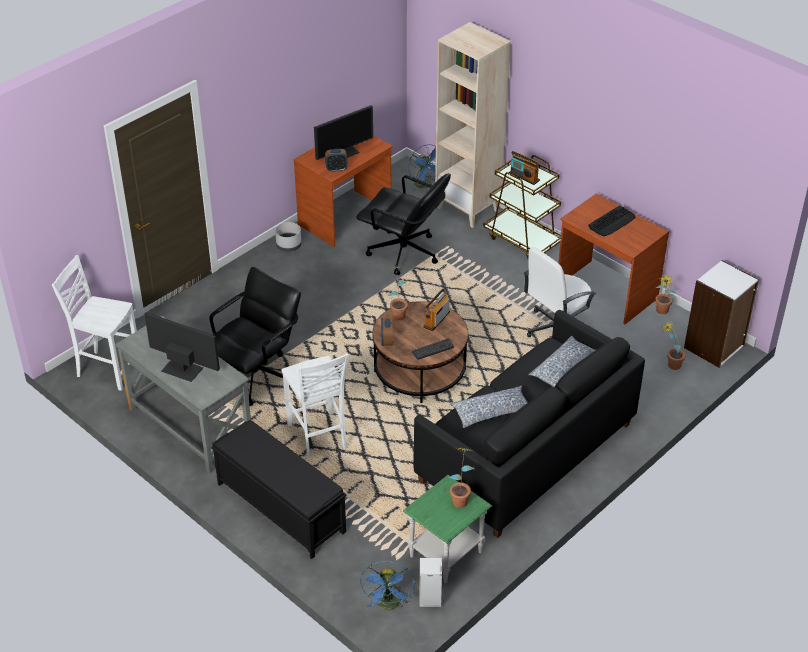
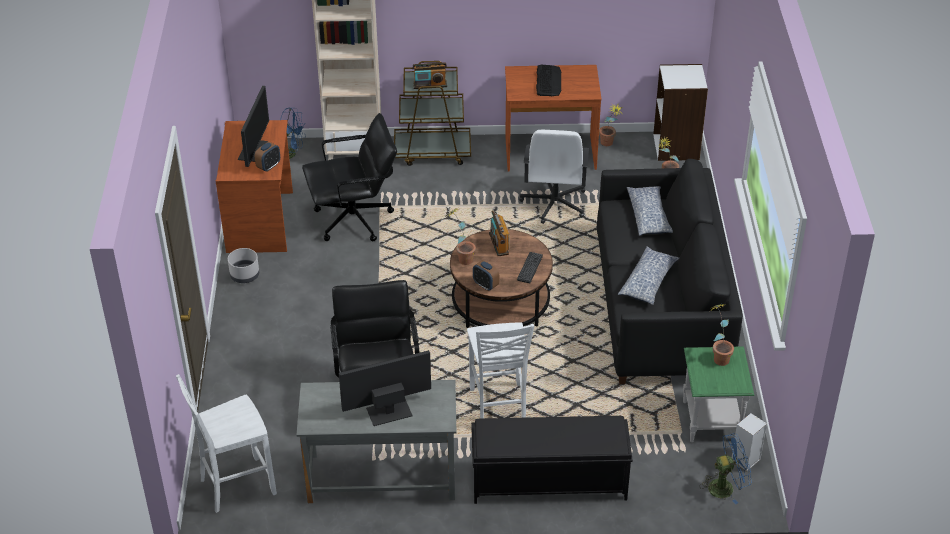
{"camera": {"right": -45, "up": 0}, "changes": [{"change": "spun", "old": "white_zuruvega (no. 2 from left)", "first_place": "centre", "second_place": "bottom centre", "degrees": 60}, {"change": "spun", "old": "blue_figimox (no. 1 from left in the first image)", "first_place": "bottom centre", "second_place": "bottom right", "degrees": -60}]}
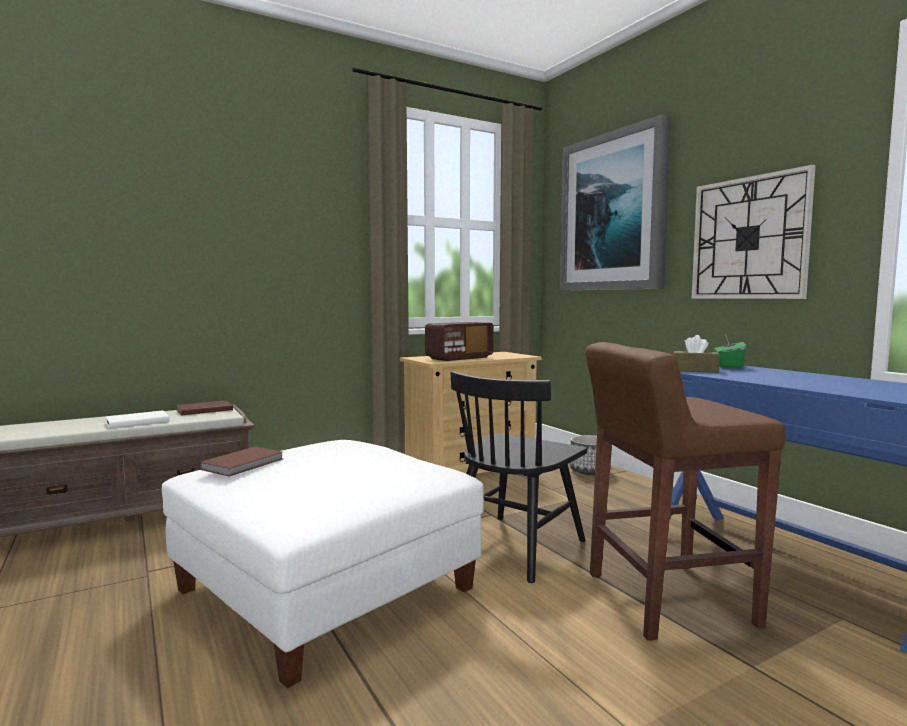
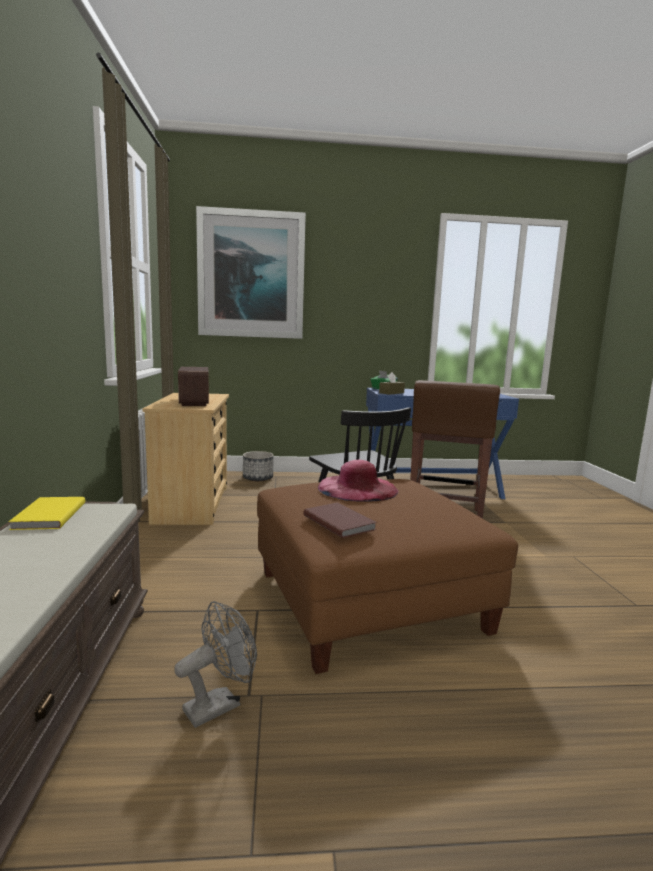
{"camera": {"right": -65, "up": 5}, "changes": [{"change": "colour", "old": "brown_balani (no. 1 from left)", "new": "yellow_balani", "first_place": "middle left", "second_place": "middle left"}, {"change": "appeared", "new": "grey_figimox", "second_place": "bottom left"}, {"change": "colour", "old": "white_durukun", "new": "brown_durukun", "first_place": "bottom centre", "second_place": "centre"}, {"change": "appeared", "new": "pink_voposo", "second_place": "centre"}, {"change": "missing", "old": "white_balani", "first_place": "middle left"}, {"change": "missing", "old": "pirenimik", "first_place": "top right"}]}
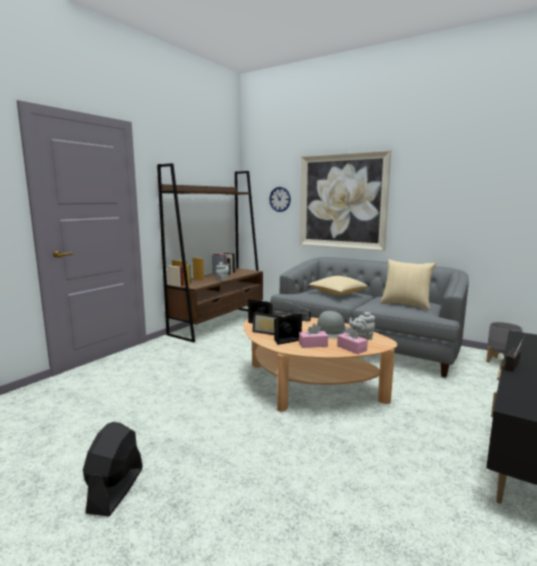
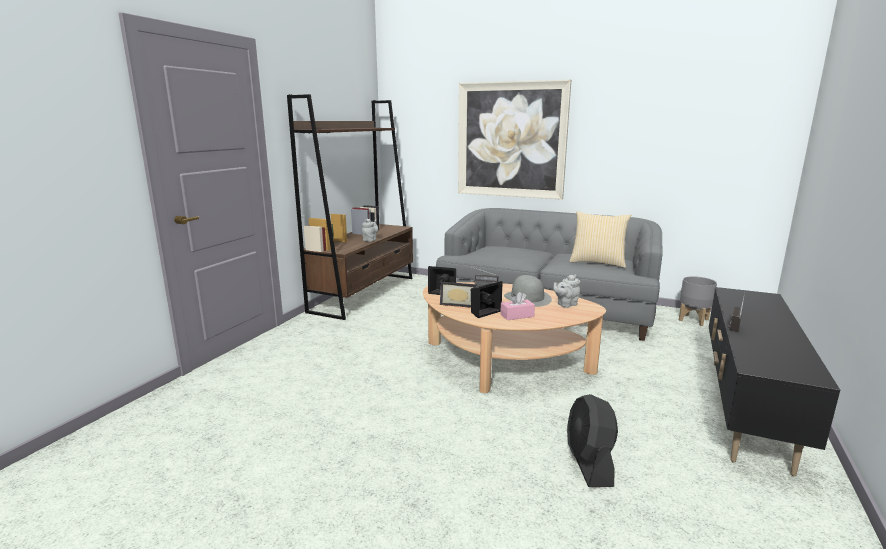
{"camera": {"right": -10, "up": 5}, "changes": [{"change": "relocated", "old": "black_figimox", "first_place": "bottom left", "second_place": "bottom right"}, {"change": "missing", "old": "pirenimik", "first_place": "centre"}, {"change": "missing", "old": "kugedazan (no. 1 from left)", "first_place": "centre"}, {"change": "missing", "old": "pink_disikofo (no. 2 from left)", "first_place": "centre"}]}
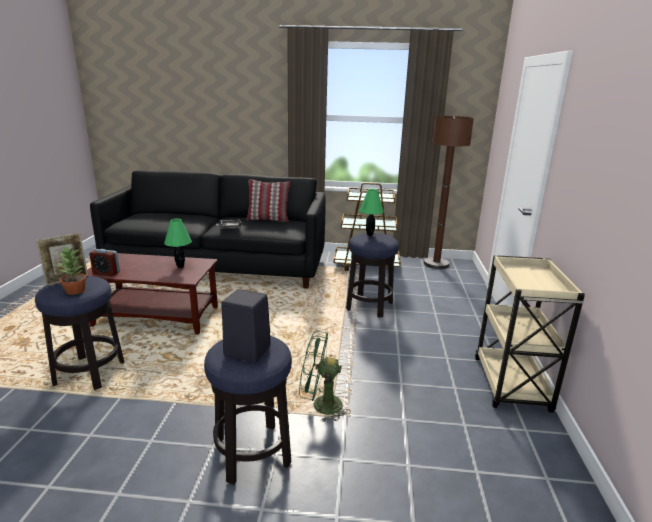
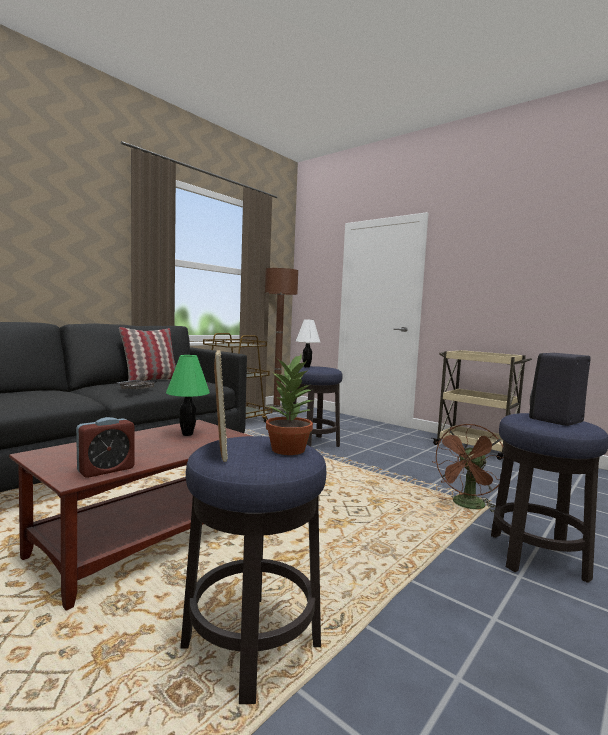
{"camera": {"right": -55, "up": -15}, "changes": [{"change": "colour", "old": "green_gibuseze (no. 2 from left)", "new": "white_gibuseze", "first_place": "centre", "second_place": "centre"}, {"change": "colour", "old": "green_figimox", "new": "brown_figimox", "first_place": "bottom centre", "second_place": "middle right"}]}
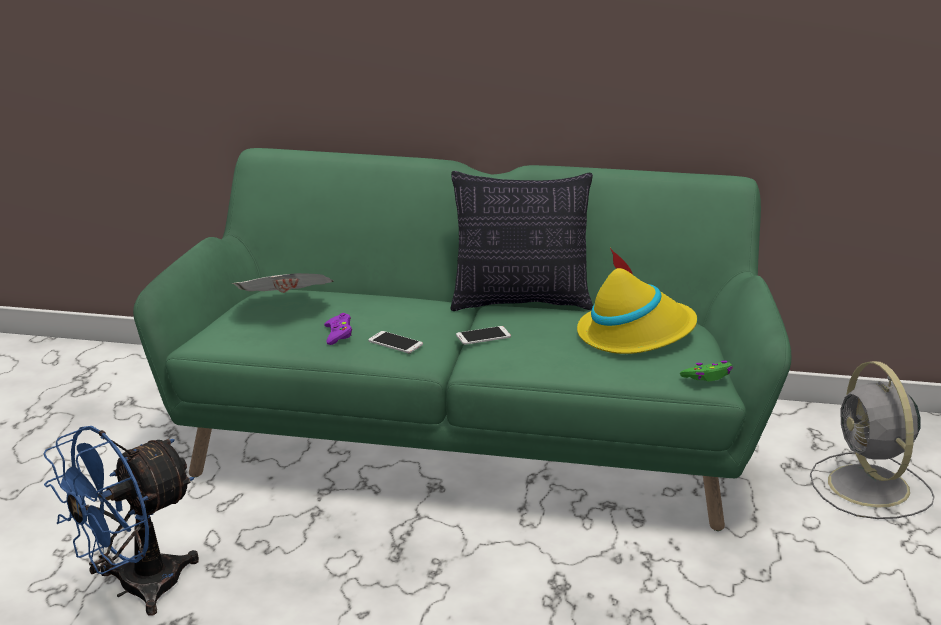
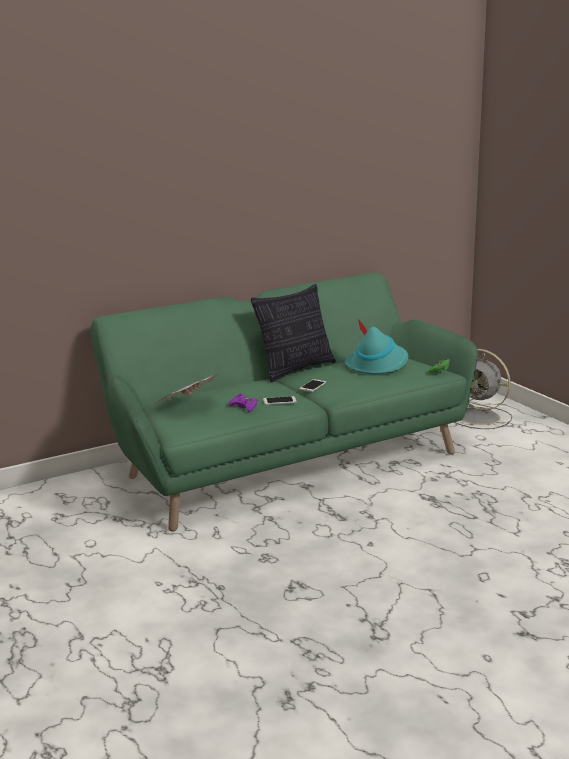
{"camera": {"right": -40, "up": -5}, "changes": [{"change": "colour", "old": "yellow_voposo", "new": "turquoise_voposo", "first_place": "middle right", "second_place": "centre"}, {"change": "missing", "old": "blue_figimox", "first_place": "bottom left"}]}
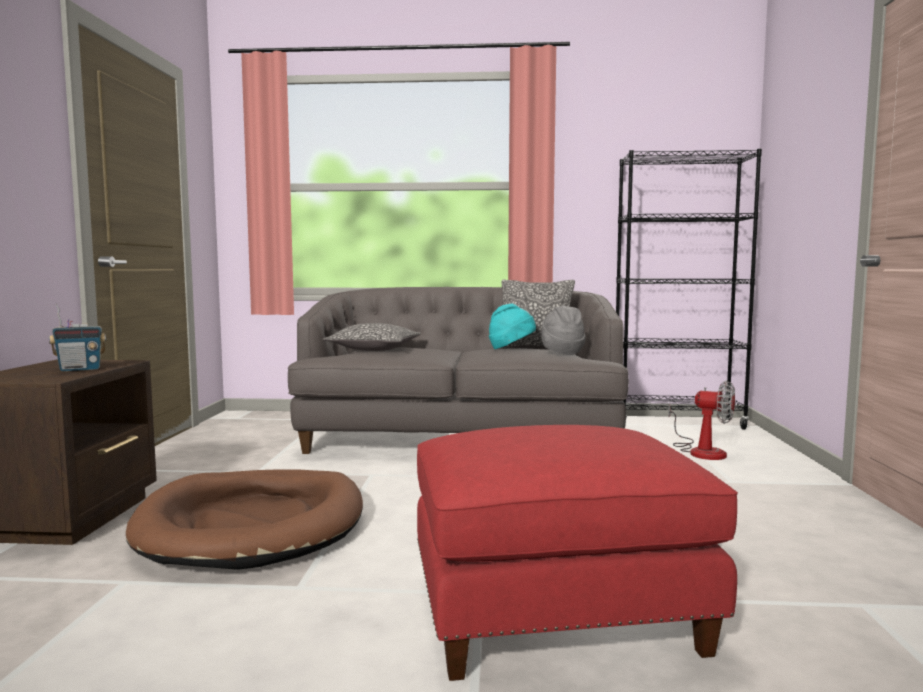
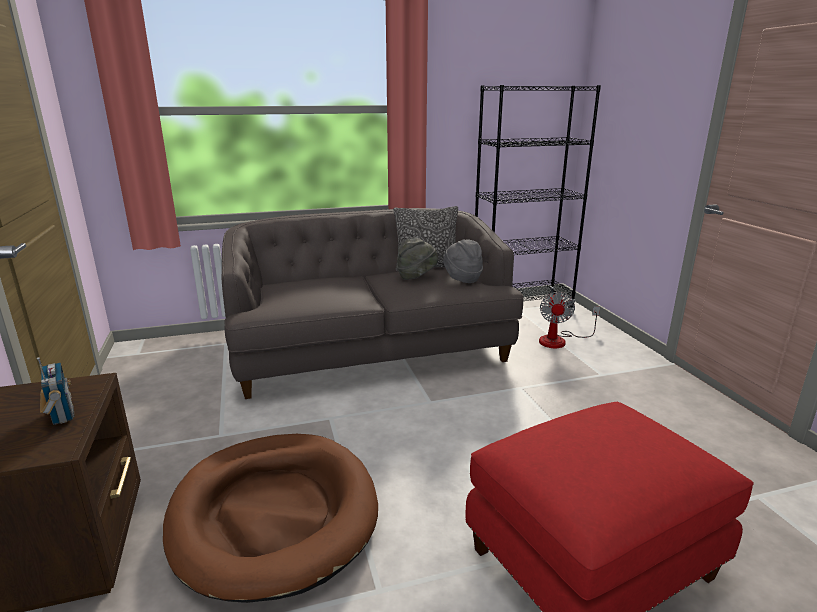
{"camera": {"right": -20, "up": 15}, "changes": [{"change": "spun", "old": "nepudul", "first_place": "middle left", "second_place": "middle left", "degrees": -75}, {"change": "colour", "old": "turquoise_voposo", "new": "grey_voposo (no. 1 from left)", "first_place": "centre", "second_place": "centre"}, {"change": "spun", "old": "figimox", "first_place": "middle right", "second_place": "middle right", "degrees": 90}, {"change": "missing", "old": "kugedazan (no. 1 from left)", "first_place": "centre"}]}
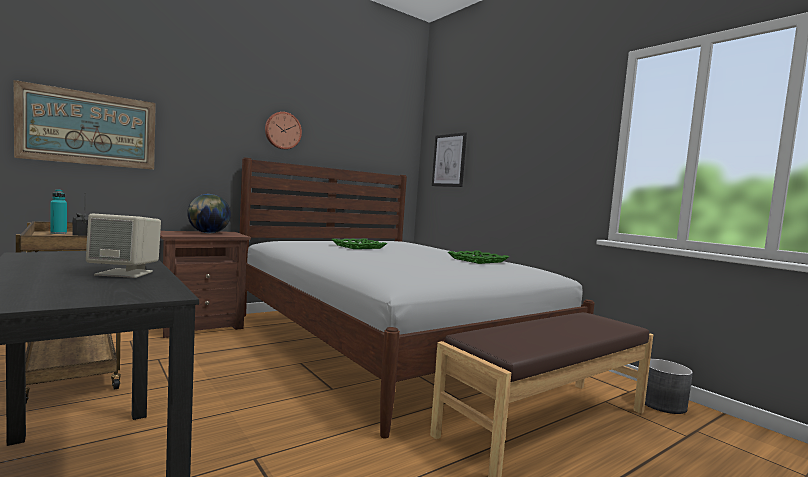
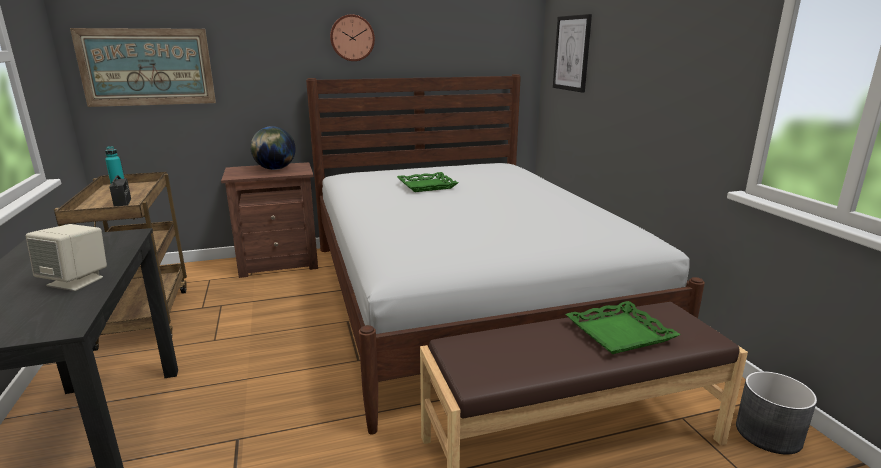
{"camera": {"right": 20, "up": 15}, "changes": [{"change": "relocated", "old": "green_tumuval (no. 2 from left)", "first_place": "centre", "second_place": "bottom right"}]}
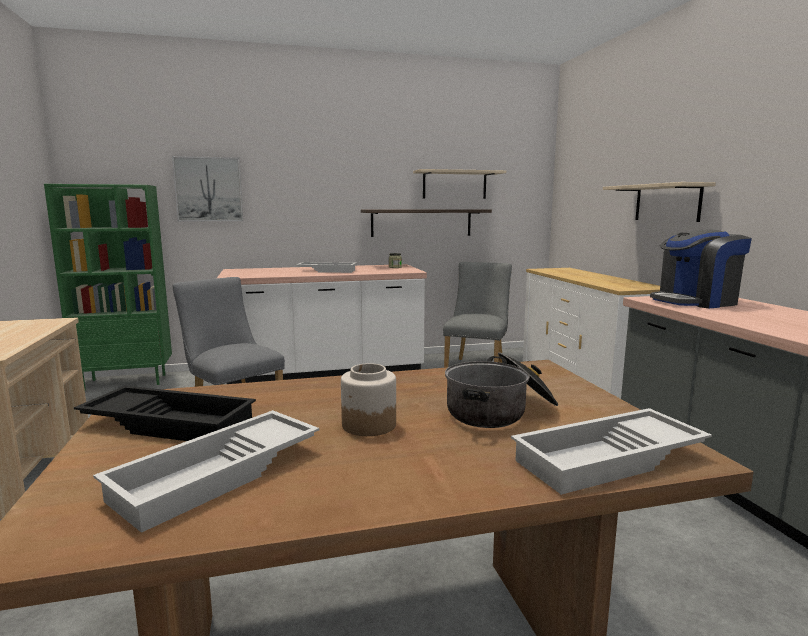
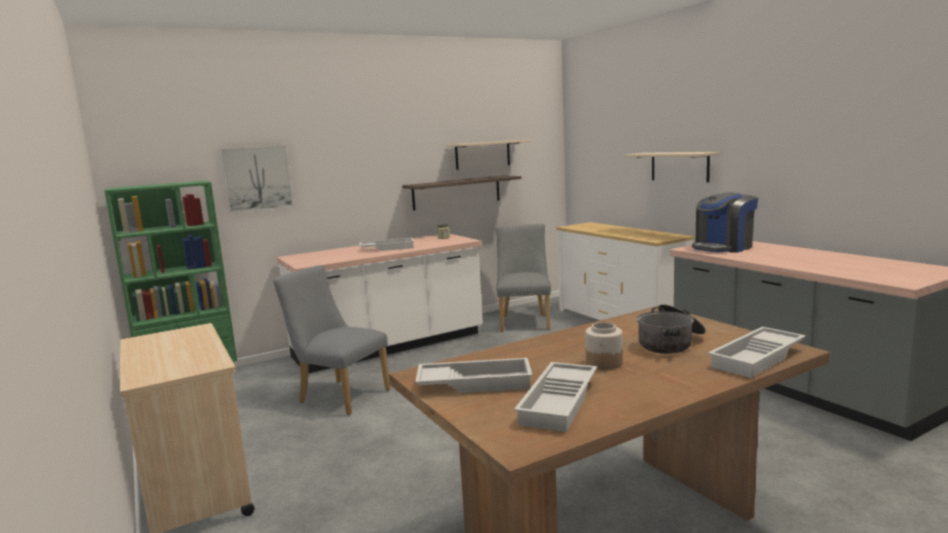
{"camera": {"right": -15, "up": 0}, "changes": [{"change": "colour", "old": "black_tumuval", "new": "white_tumuval (no. 2 from left)", "first_place": "middle left", "second_place": "bottom centre"}]}
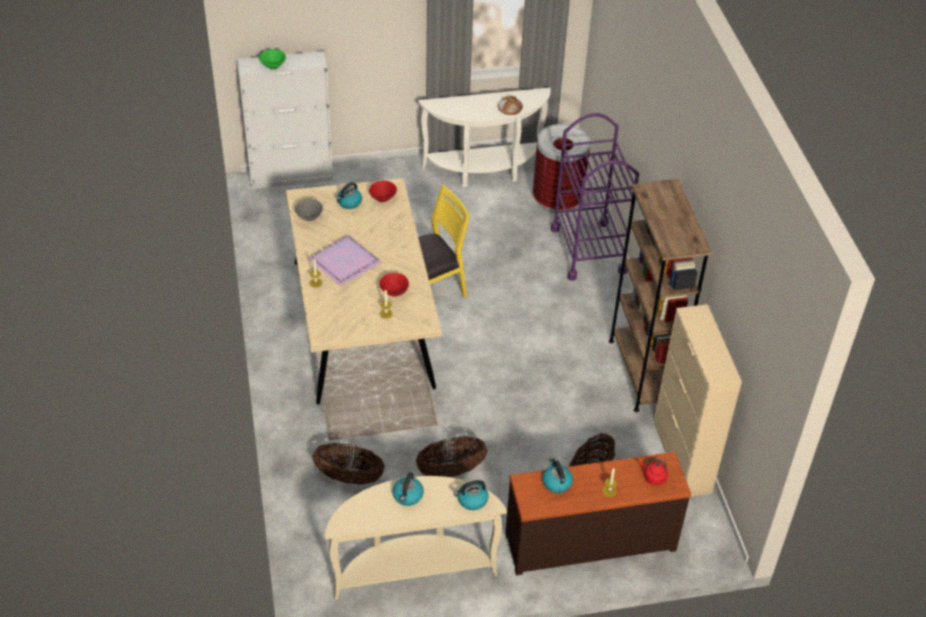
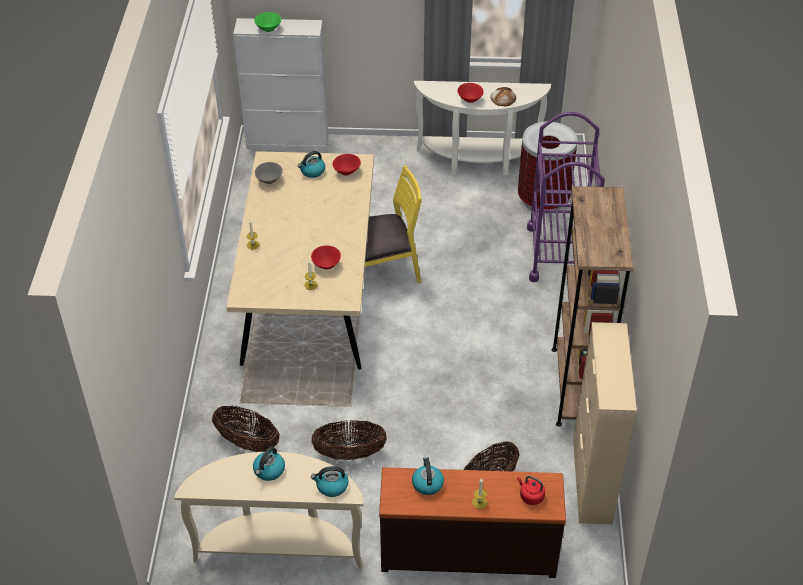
{"camera": {"right": 15, "up": 0}, "changes": [{"change": "appeared", "new": "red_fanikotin (no. 3 from left)", "second_place": "top centre"}, {"change": "missing", "old": "purple_tumuval", "first_place": "centre"}]}
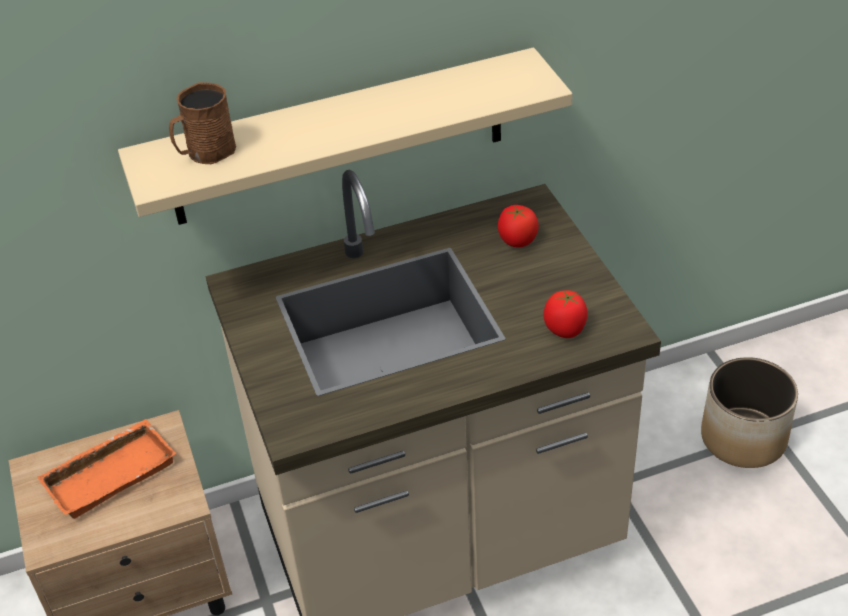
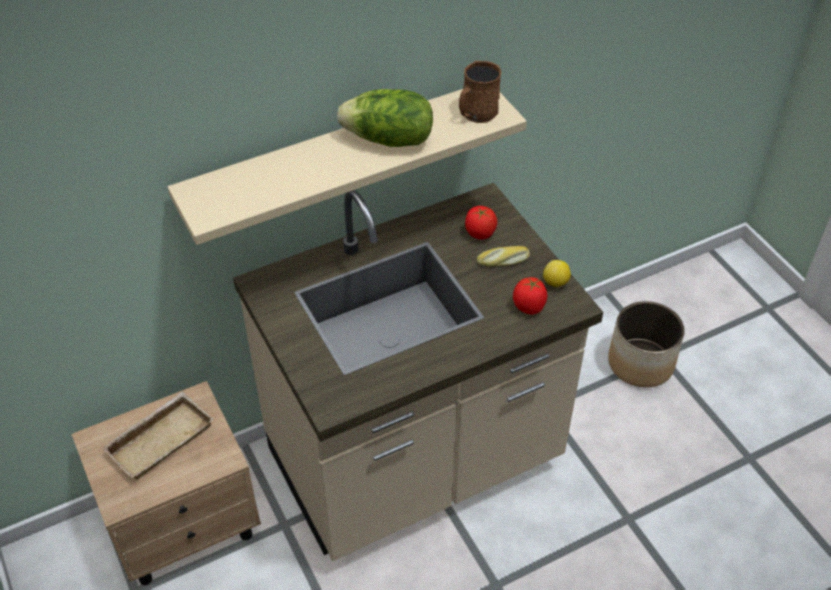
{"camera": {"right": -10, "up": 5}, "changes": [{"change": "colour", "old": "orange_tumuval", "new": "beige_tumuval", "first_place": "bottom left", "second_place": "bottom left"}, {"change": "appeared", "new": "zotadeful", "second_place": "top centre"}, {"change": "relocated", "old": "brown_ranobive", "first_place": "top left", "second_place": "top centre"}, {"change": "appeared", "new": "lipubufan", "second_place": "centre"}, {"change": "appeared", "new": "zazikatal", "second_place": "middle right"}]}
